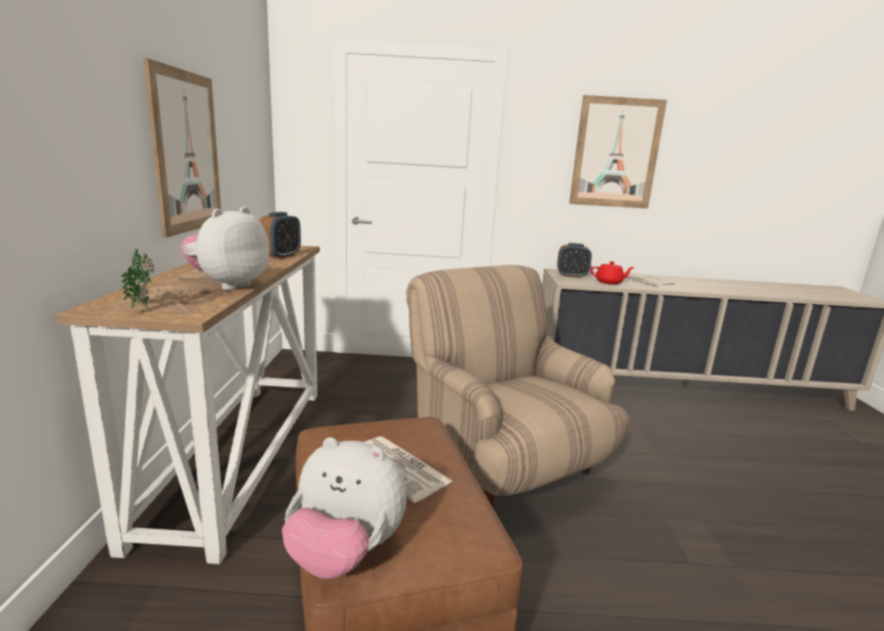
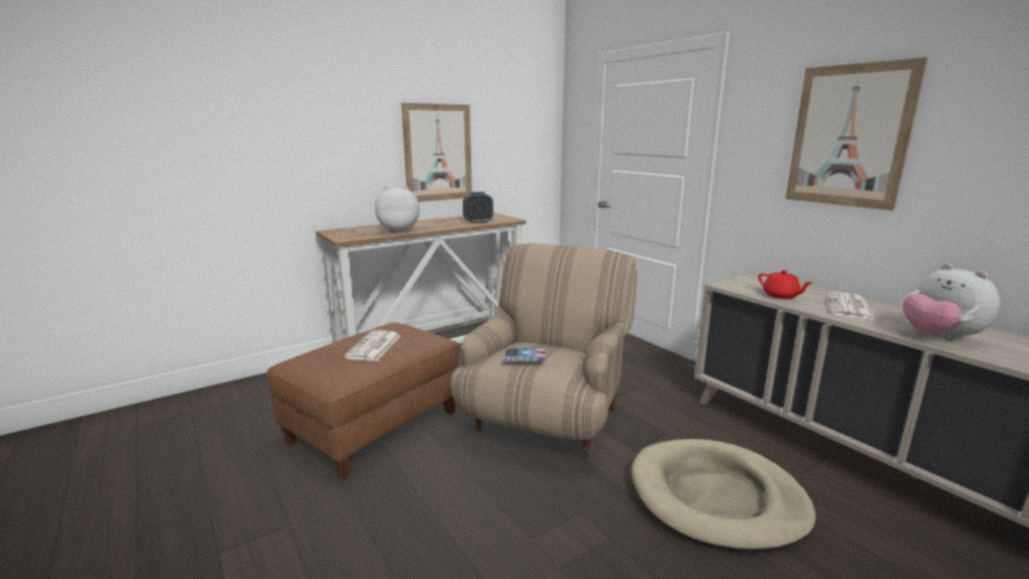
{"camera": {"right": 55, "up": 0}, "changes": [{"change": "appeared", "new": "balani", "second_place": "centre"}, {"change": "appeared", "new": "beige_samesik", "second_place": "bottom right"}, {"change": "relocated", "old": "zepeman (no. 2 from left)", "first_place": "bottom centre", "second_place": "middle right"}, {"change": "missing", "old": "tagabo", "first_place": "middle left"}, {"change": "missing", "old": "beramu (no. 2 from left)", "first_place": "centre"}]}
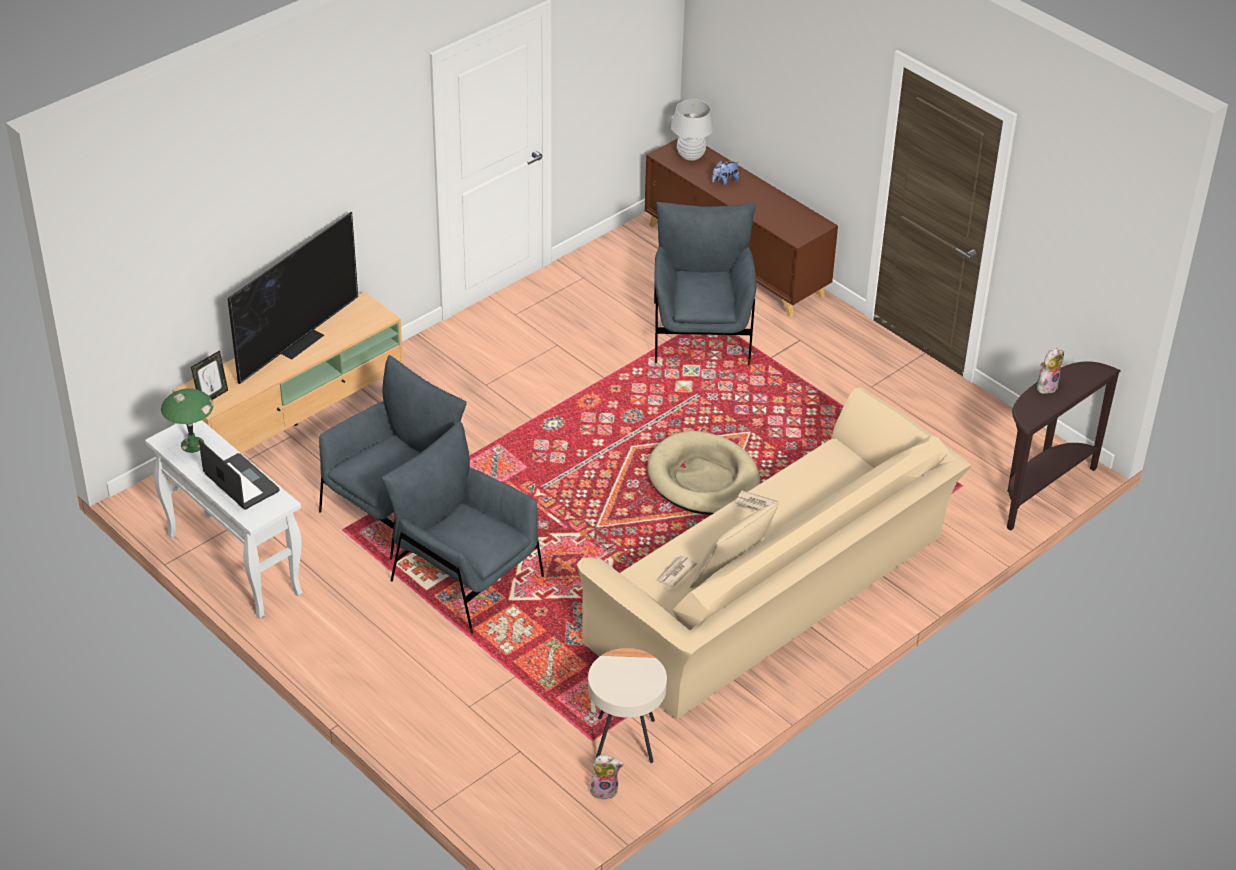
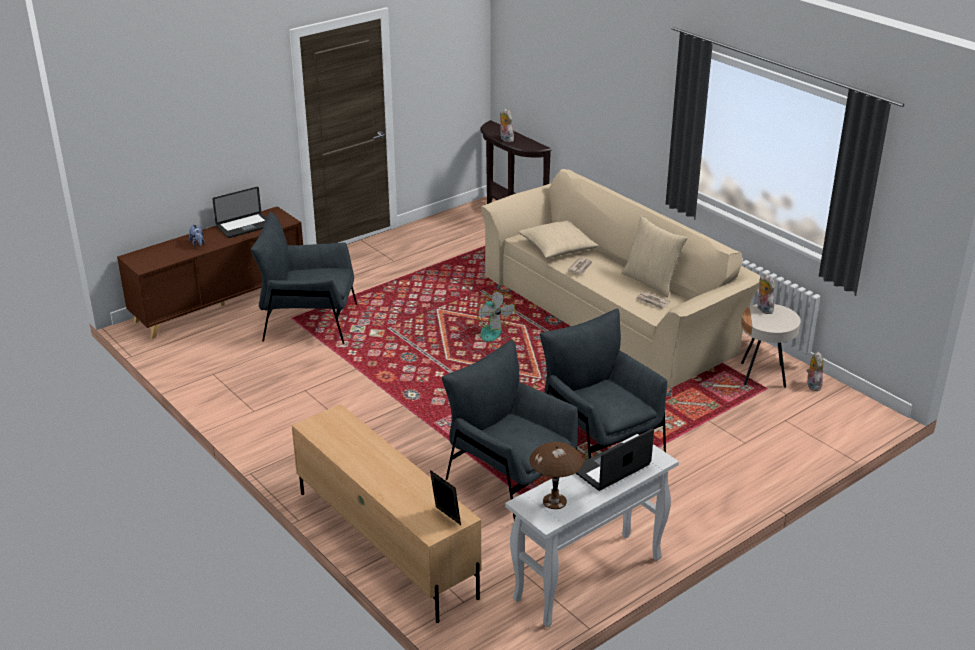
{"camera": {"right": -85, "up": -10}, "changes": [{"change": "appeared", "new": "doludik (no. 1 from left)", "second_place": "top left"}, {"change": "exchanged", "old": "beige_samesik", "new": "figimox", "first_place": "centre", "second_place": "centre"}, {"change": "appeared", "new": "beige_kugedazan (no. 1 from left)", "second_place": "centre"}, {"change": "colour", "old": "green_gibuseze", "new": "brown_gibuseze", "first_place": "middle left", "second_place": "bottom centre"}, {"change": "spun", "old": "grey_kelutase (no. 2 from left in the first image)", "first_place": "centre", "second_place": "centre", "degrees": 105}, {"change": "appeared", "new": "zepeman (no. 3 from left)", "second_place": "middle right"}, {"change": "missing", "old": "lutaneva", "first_place": "middle left"}, {"change": "missing", "old": "white_gibuseze", "first_place": "top centre"}]}
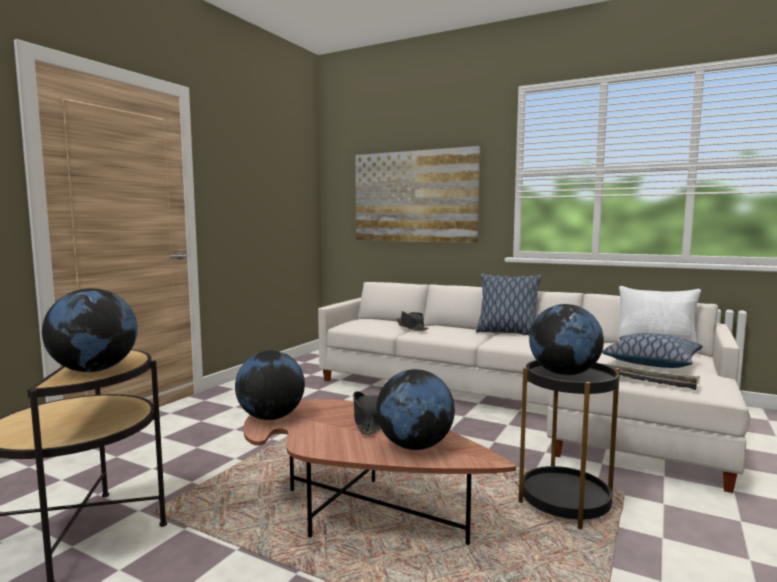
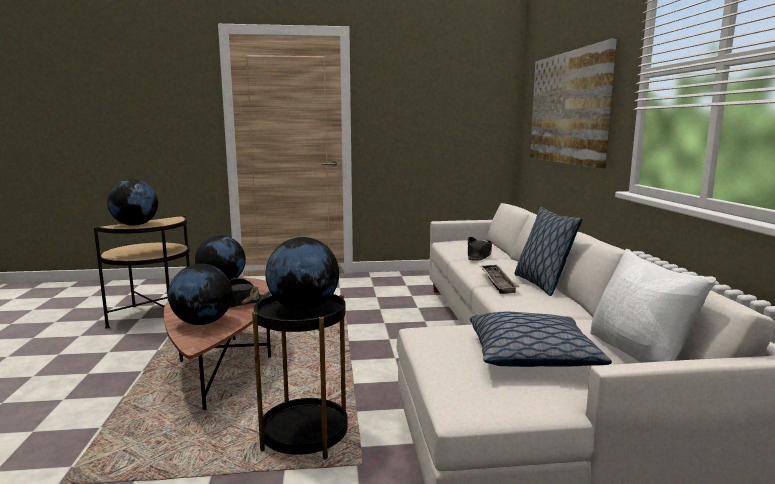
{"camera": {"right": 55, "up": 5}, "changes": [{"change": "relocated", "old": "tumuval", "first_place": "middle right", "second_place": "centre"}]}
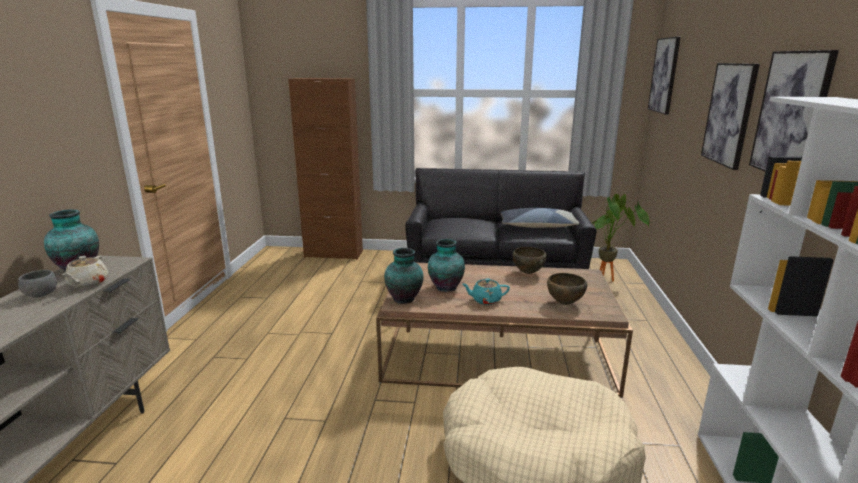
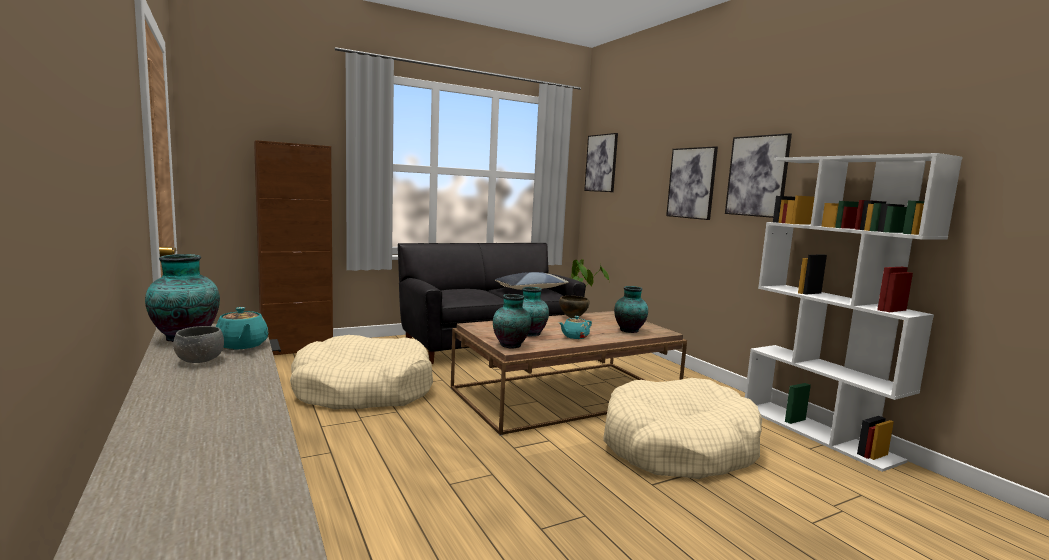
{"camera": {"right": -35, "up": -10}, "changes": [{"change": "colour", "old": "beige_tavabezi", "new": "turquoise_tavabezi (no. 1 from left)", "first_place": "middle left", "second_place": "middle left"}, {"change": "appeared", "new": "beige_samesik (no. 1 from left)", "second_place": "centre"}, {"change": "exchanged", "old": "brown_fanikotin (no. 2 from left)", "new": "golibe (no. 4 from left)", "first_place": "centre", "second_place": "centre"}]}
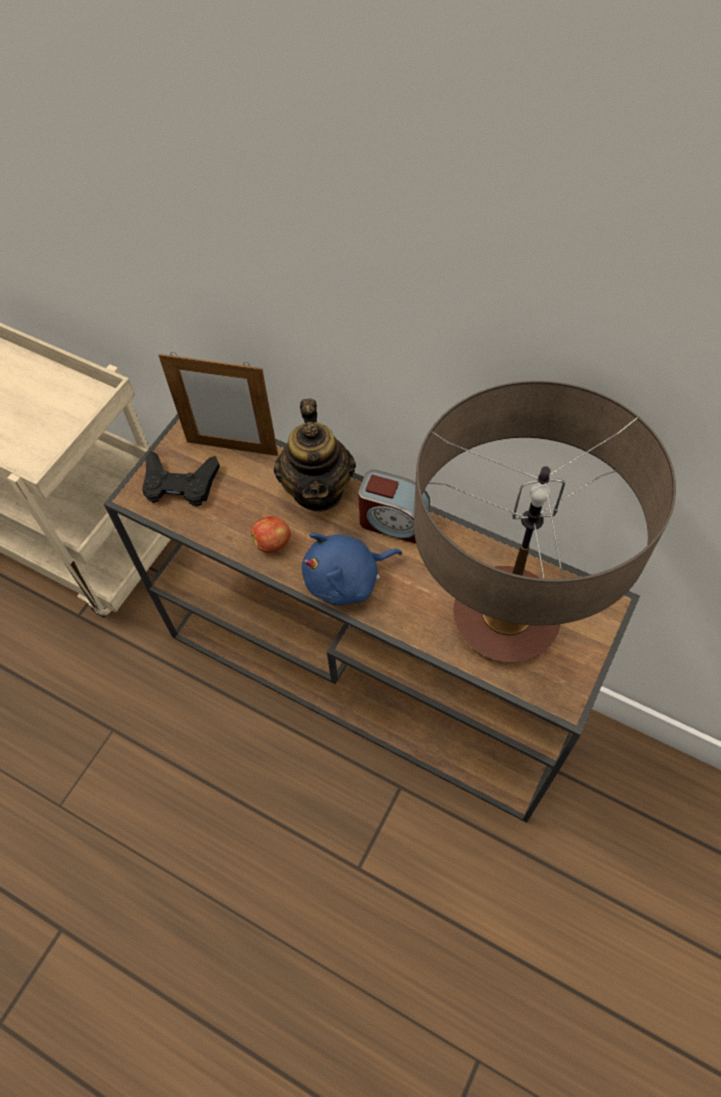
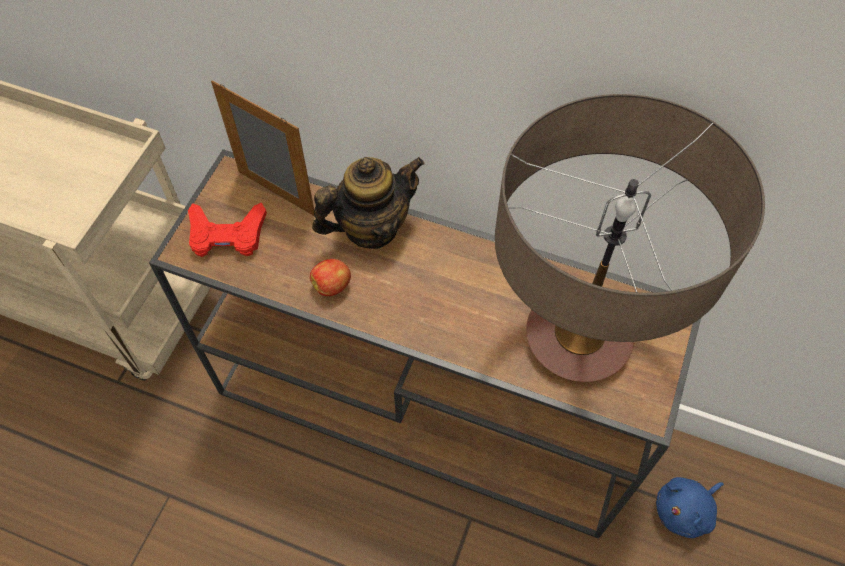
{"camera": {"right": -10, "up": 0}, "changes": [{"change": "colour", "old": "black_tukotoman", "new": "red_tukotoman", "first_place": "middle left", "second_place": "middle left"}, {"change": "spun", "old": "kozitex", "first_place": "middle left", "second_place": "top left", "degrees": -150}, {"change": "spun", "old": "tavabezi", "first_place": "centre", "second_place": "centre", "degrees": -105}, {"change": "relocated", "old": "blue_zepeman", "first_place": "centre", "second_place": "bottom right"}, {"change": "missing", "old": "beramu", "first_place": "centre"}]}
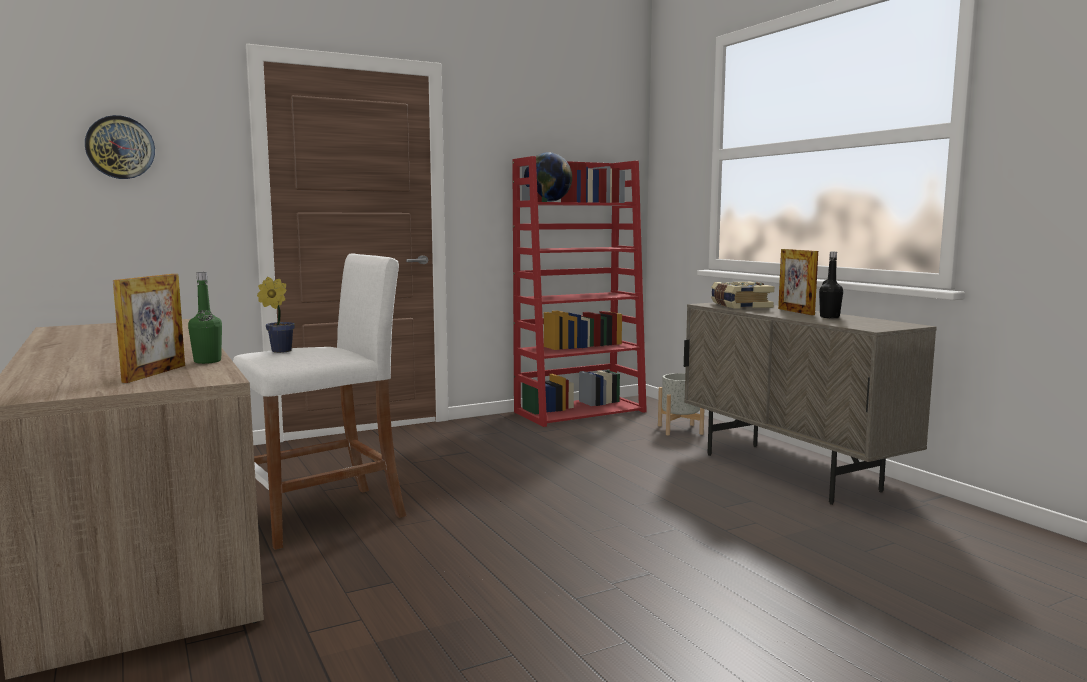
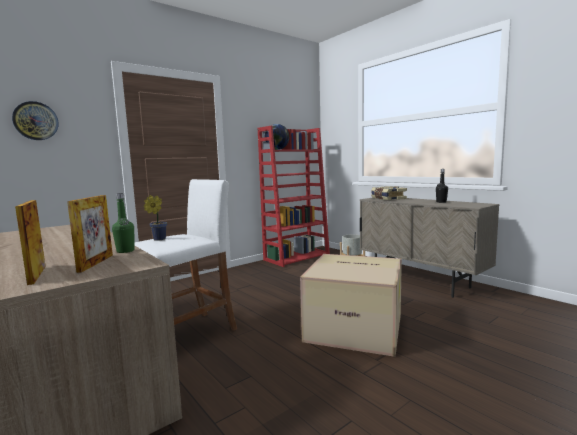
{"camera": {"right": -10, "up": 0}, "changes": [{"change": "relocated", "old": "kozitex (no. 2 from left in the first image)", "new": "kozitex (no. 1 from left)", "first_place": "middle right", "second_place": "middle left"}, {"change": "appeared", "new": "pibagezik", "second_place": "bottom centre"}]}
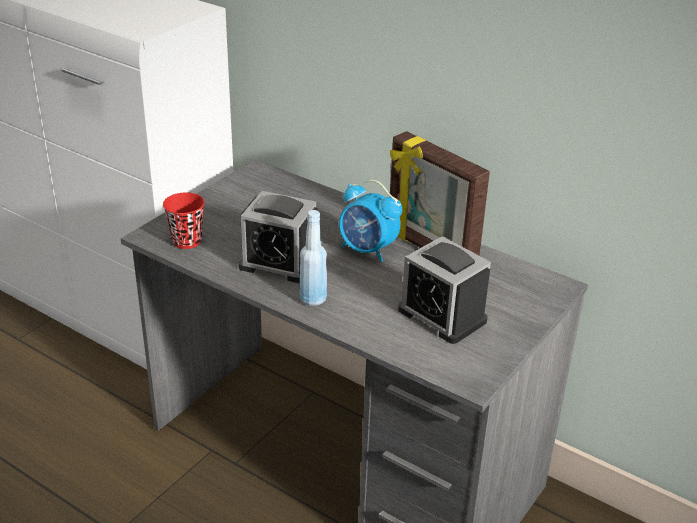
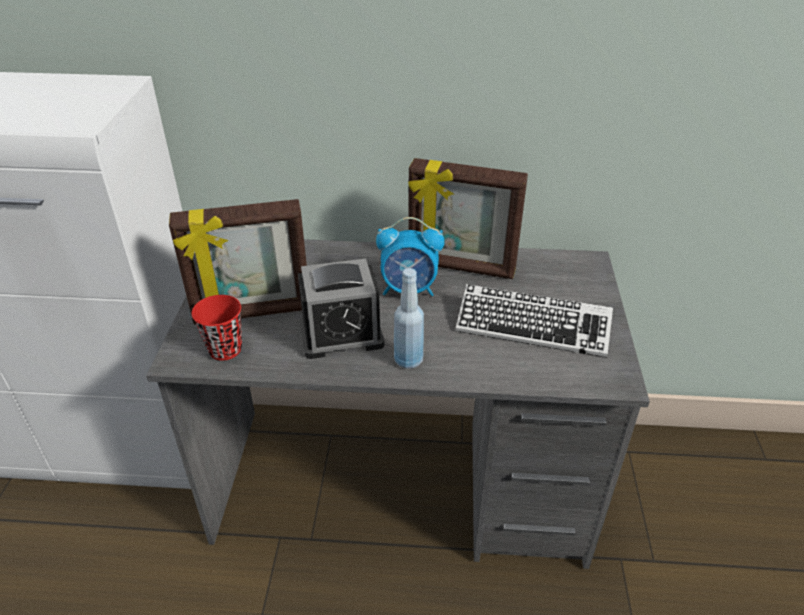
{"camera": {"right": -30, "up": 5}, "changes": [{"change": "appeared", "new": "kozitex (no. 1 from left)", "second_place": "middle left"}, {"change": "exchanged", "old": "beramu (no. 3 from left)", "new": "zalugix", "first_place": "centre", "second_place": "centre"}]}
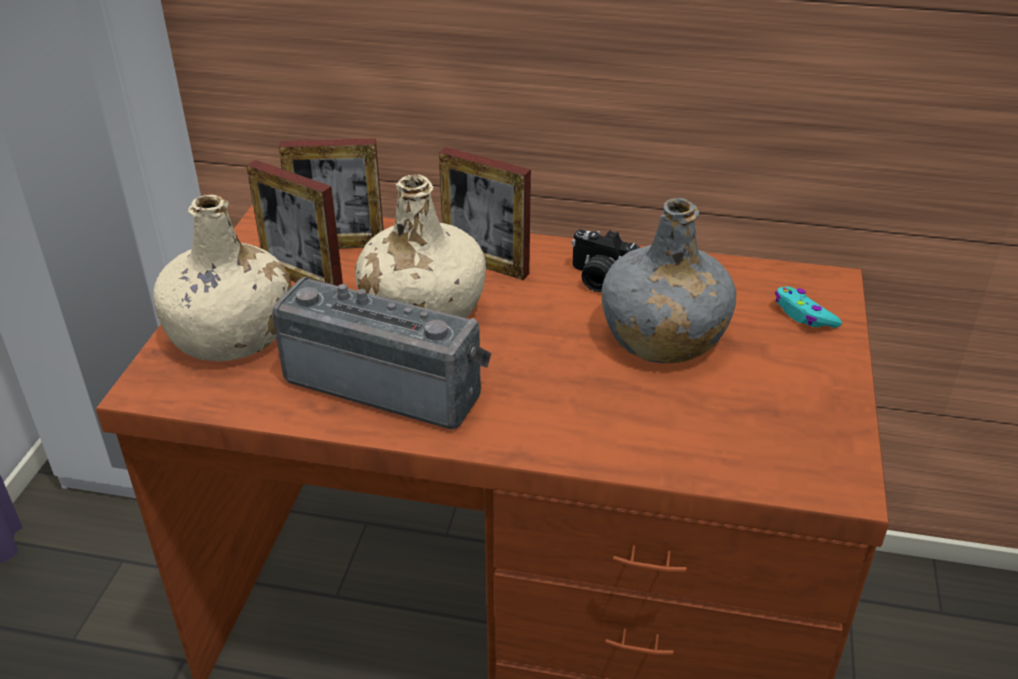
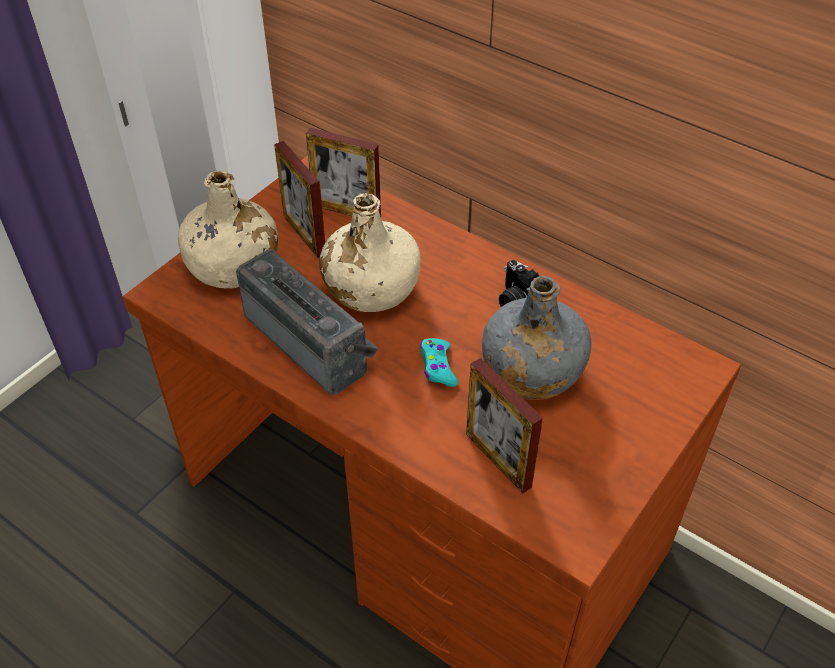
{"camera": {"right": 25, "up": 10}, "changes": [{"change": "relocated", "old": "turquoise_tukotoman", "first_place": "middle right", "second_place": "centre"}, {"change": "relocated", "old": "kozitex (no. 3 from left)", "first_place": "top centre", "second_place": "centre"}]}
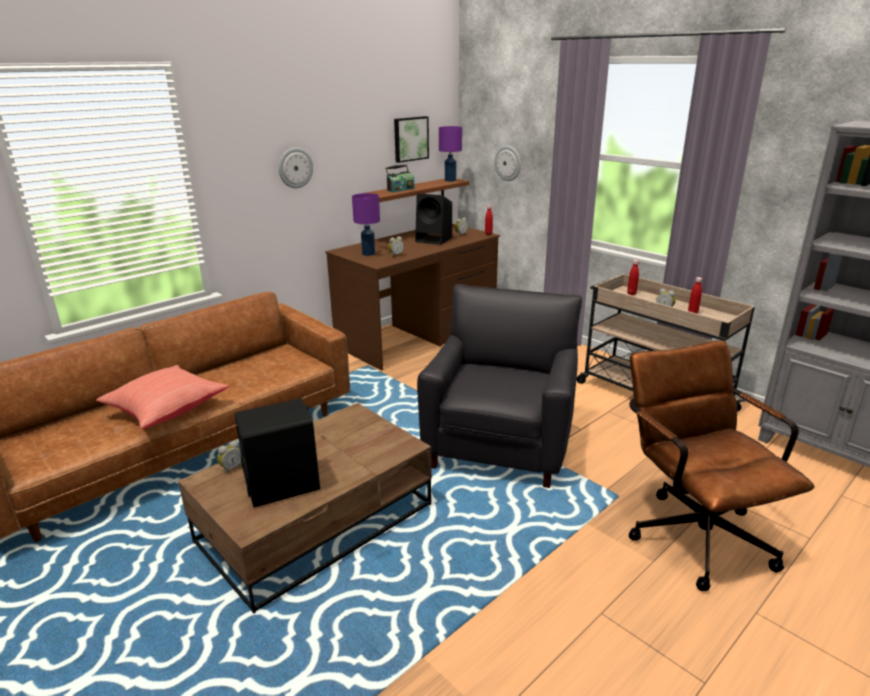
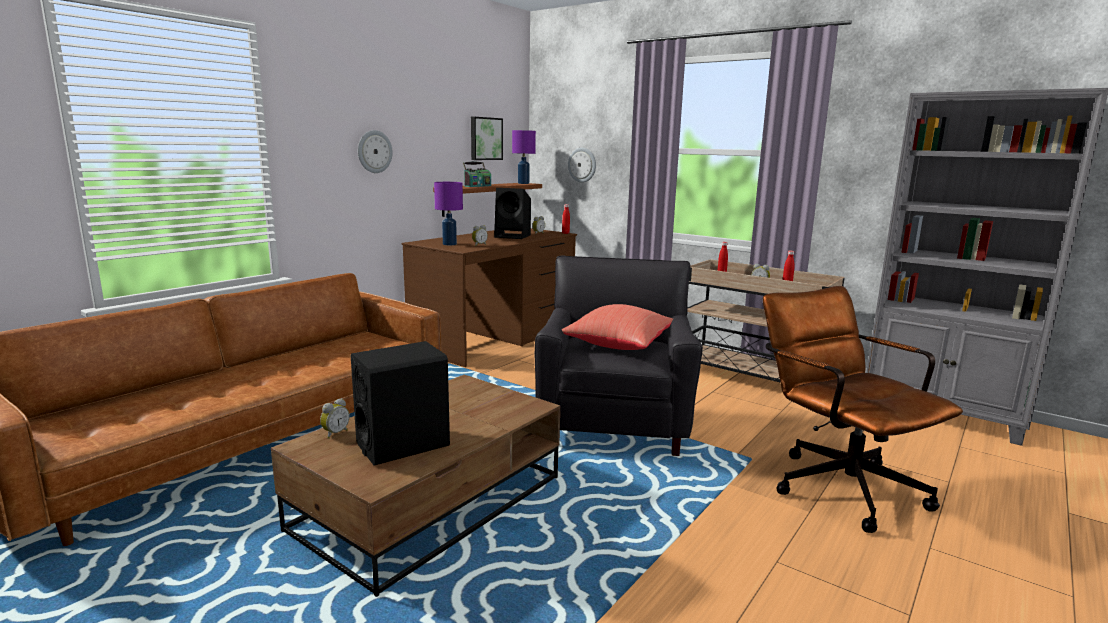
{"camera": {"right": -10, "up": -10}, "changes": [{"change": "relocated", "old": "red_kugedazan", "first_place": "middle left", "second_place": "centre"}]}
